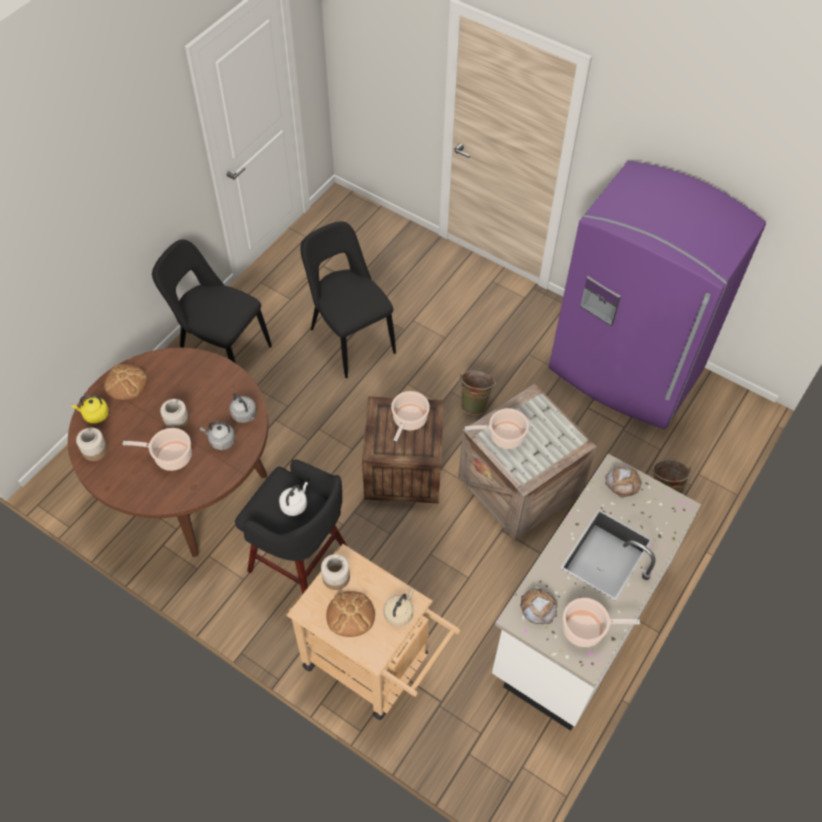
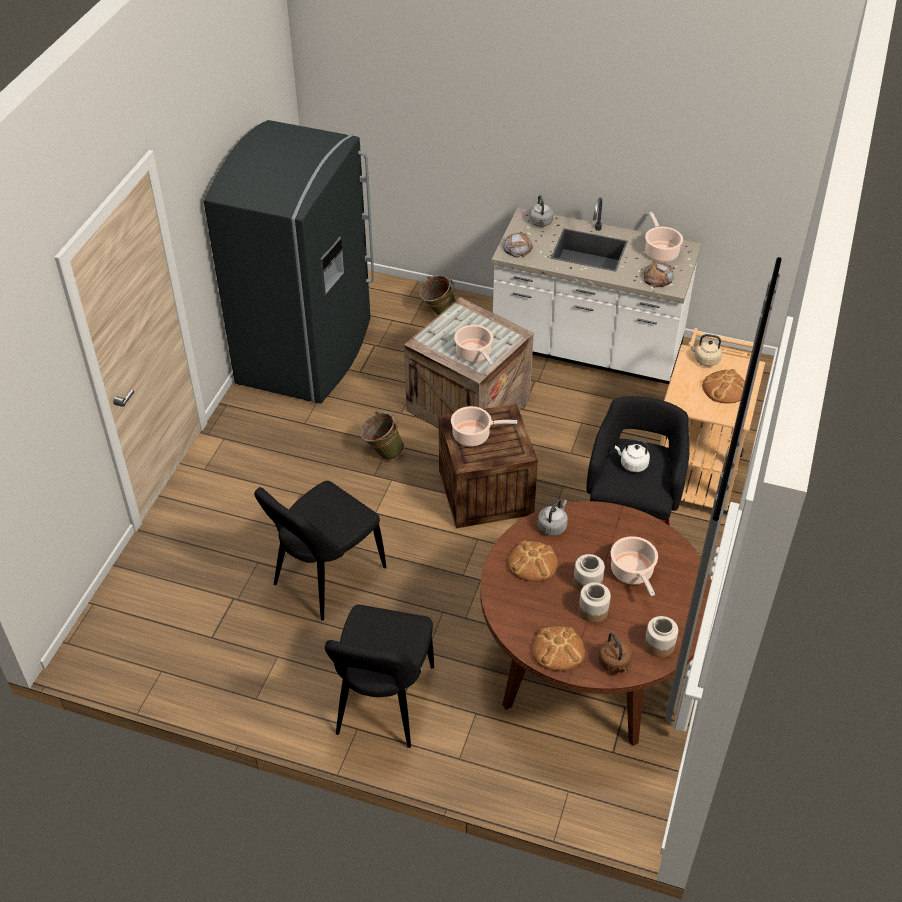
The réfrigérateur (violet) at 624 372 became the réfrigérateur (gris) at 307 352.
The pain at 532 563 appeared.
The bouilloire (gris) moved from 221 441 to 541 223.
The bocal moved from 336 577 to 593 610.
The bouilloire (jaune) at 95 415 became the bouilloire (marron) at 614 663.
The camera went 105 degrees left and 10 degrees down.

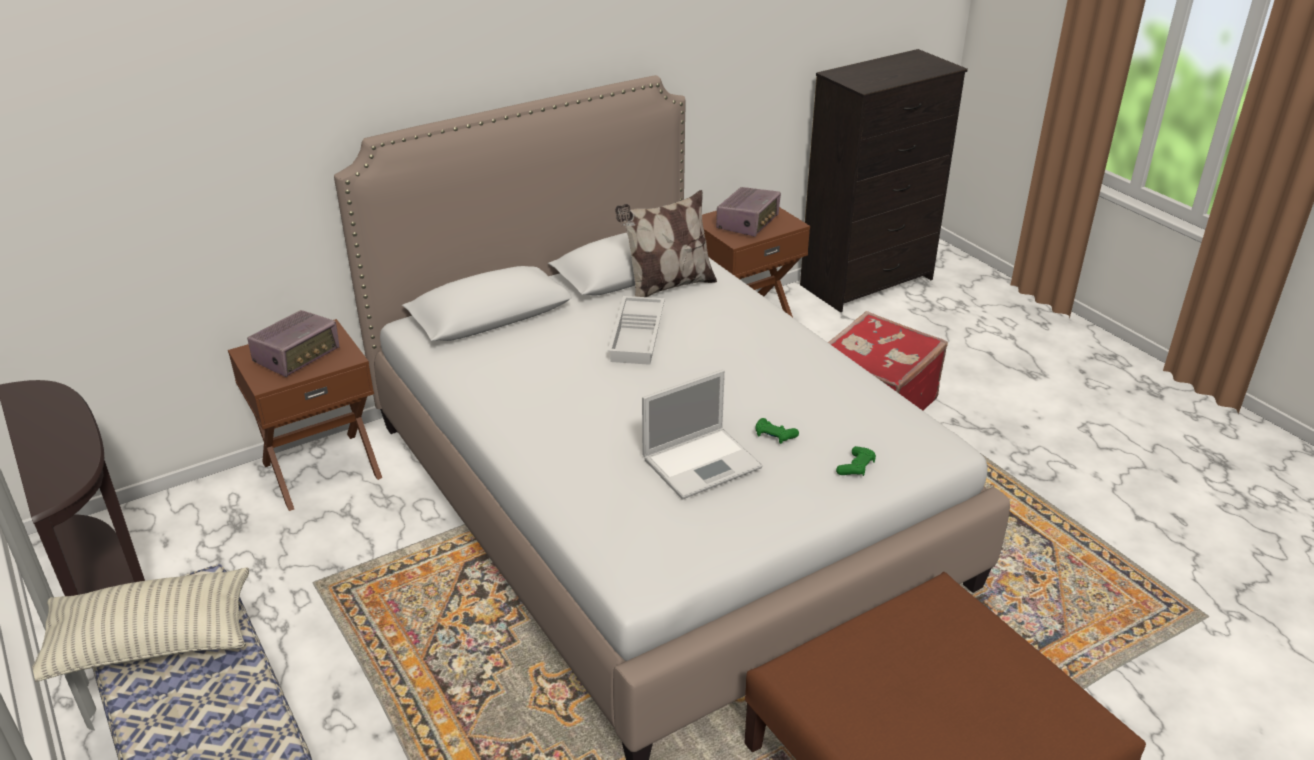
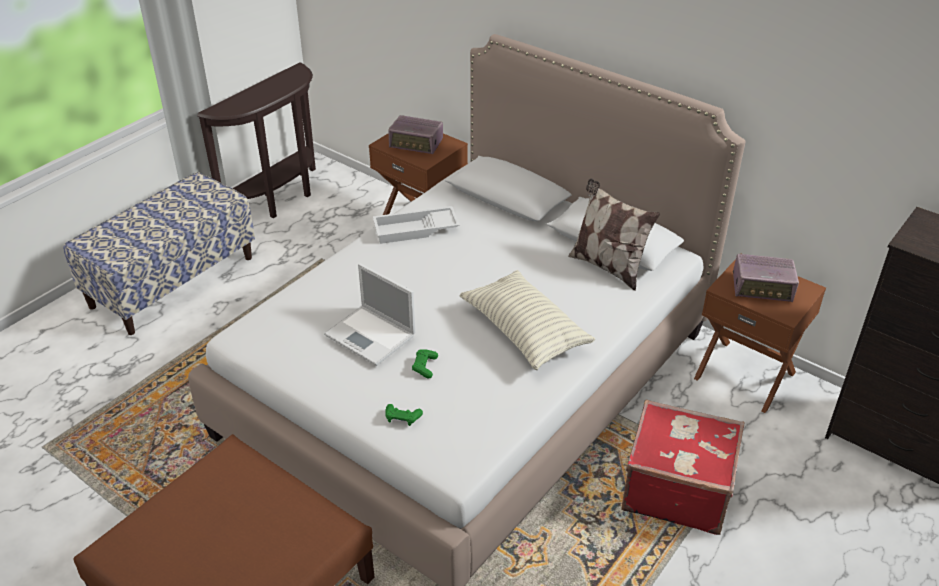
The plateau (blanc) moved from 638 336 to 415 230.
The coussin moved from 151 643 to 525 332.
The camera went 70 degrees right and 5 degrees up.

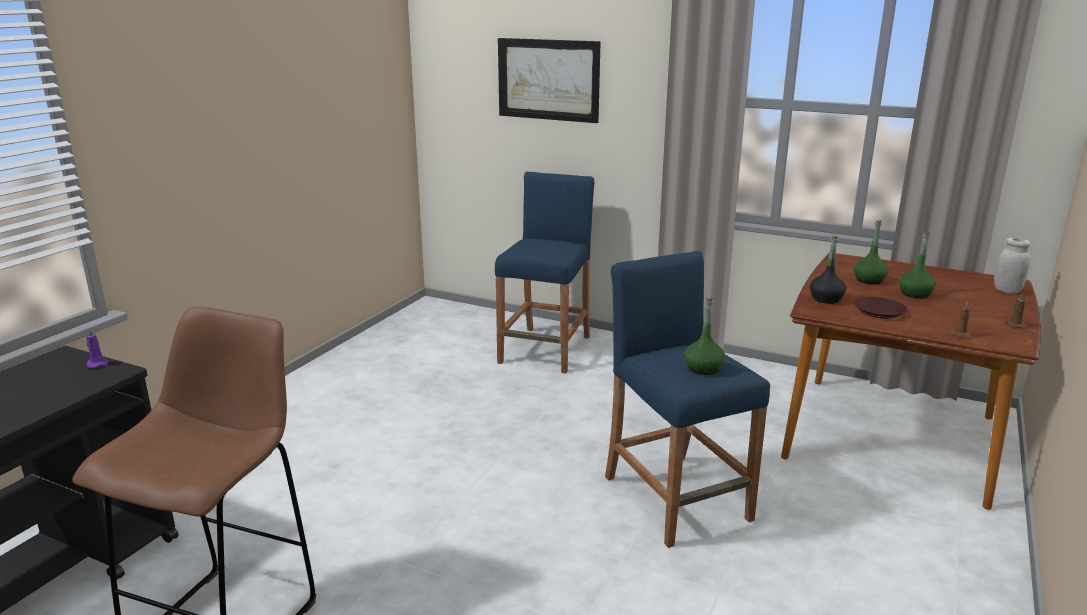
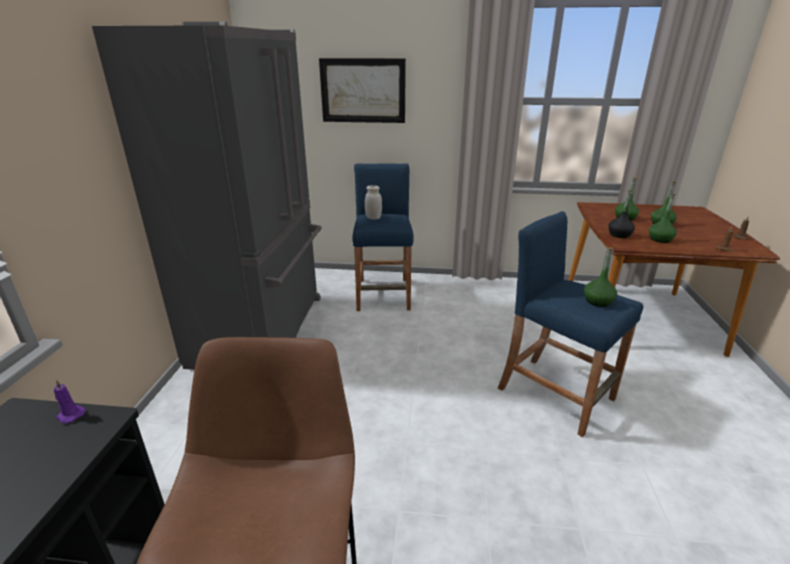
The réfrigérateur (gris) at 263 329 appeared.
The bocal (blanc) moved from 1007 290 to 373 218.
The assiette (marron) at 879 311 was replaced by the bouteille (vert) at 660 239.
The camera went 20 degrees left and 5 degrees up.

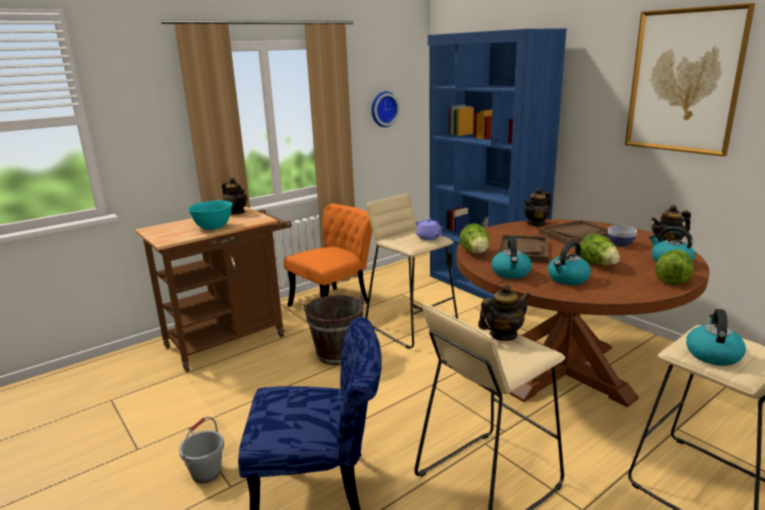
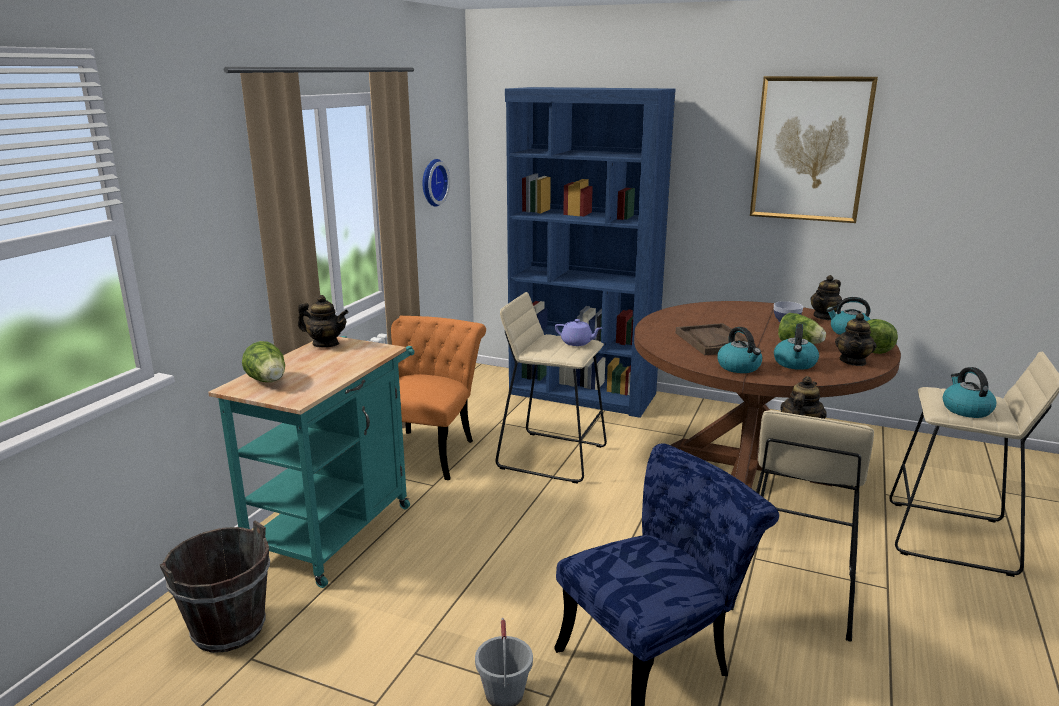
The seau (marron) moved from 337 354 to 229 629.
The chariot (marron) at 232 339 became the chariot (turquoise) at 338 528.
The laitue moved from 475 253 to 268 381.
The théière moved from 536 223 to 853 361.
The bol (turquoise) at 214 227 disappeared.
The plateau (marron) at 575 234 disappeared.
The camera went 30 degrees left and 0 degrees up.

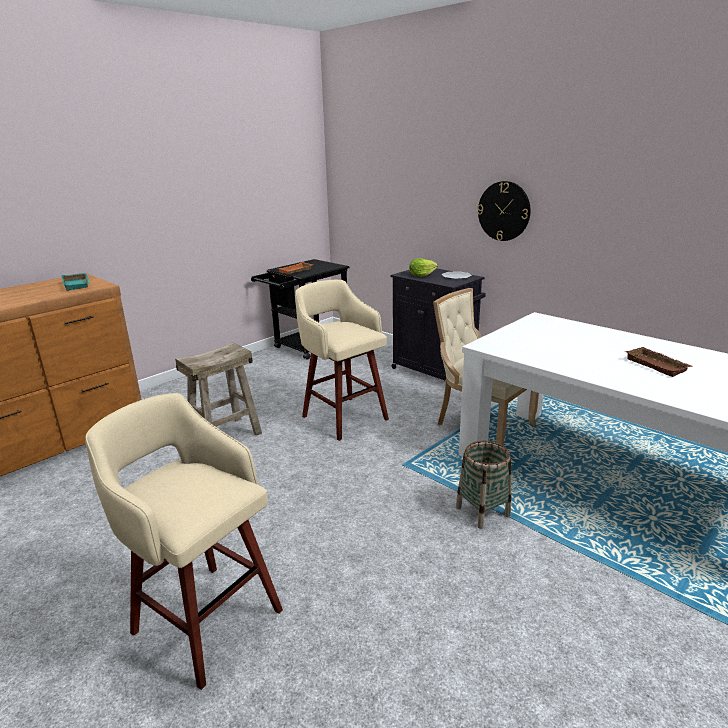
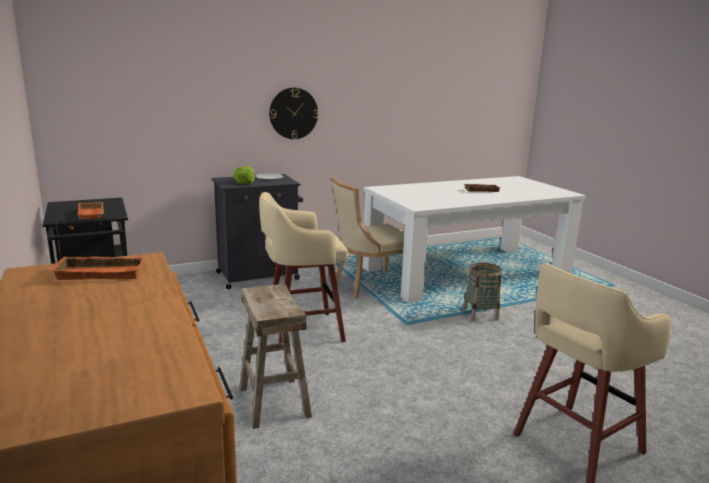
The plateau (turquoise) at 78 284 became the plateau (orange) at 102 272.
The camera went 70 degrees left and 5 degrees down.

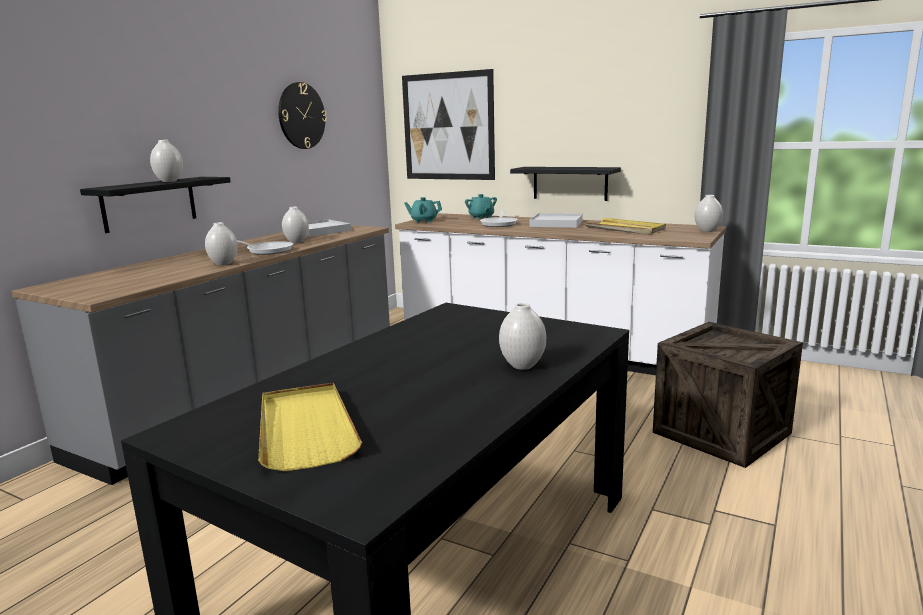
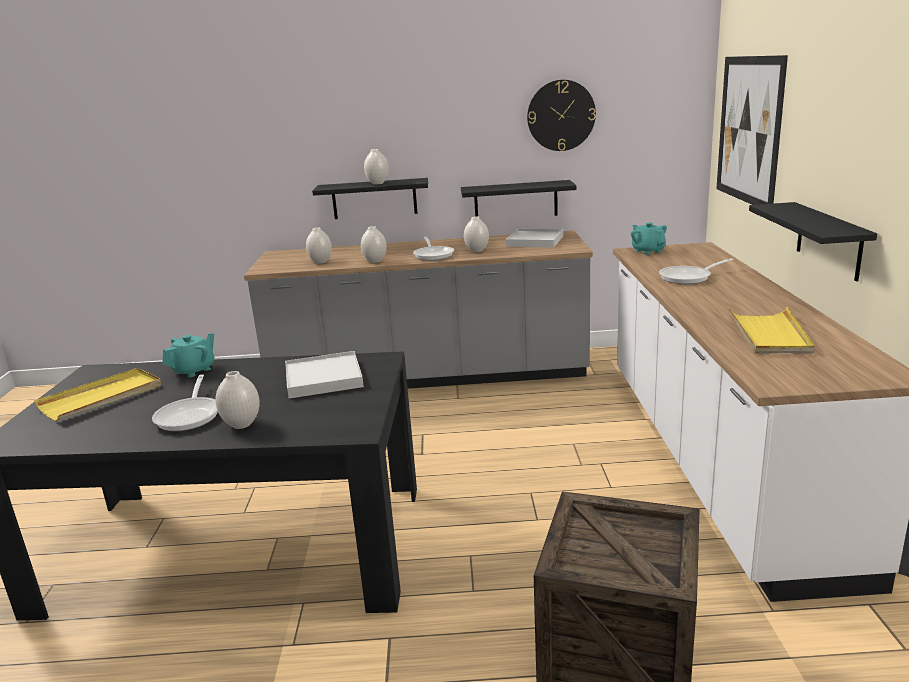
The poêle at 190 415 appeared.
The théière (turquoise) moved from 481 217 to 194 370.
The plateau (blanc) moved from 556 223 to 324 378.
The vase (blanc) moved from 706 231 to 321 262.
The étagère (noir) at 515 200 appeared.
The camera went 60 degrees right and 5 degrees up.

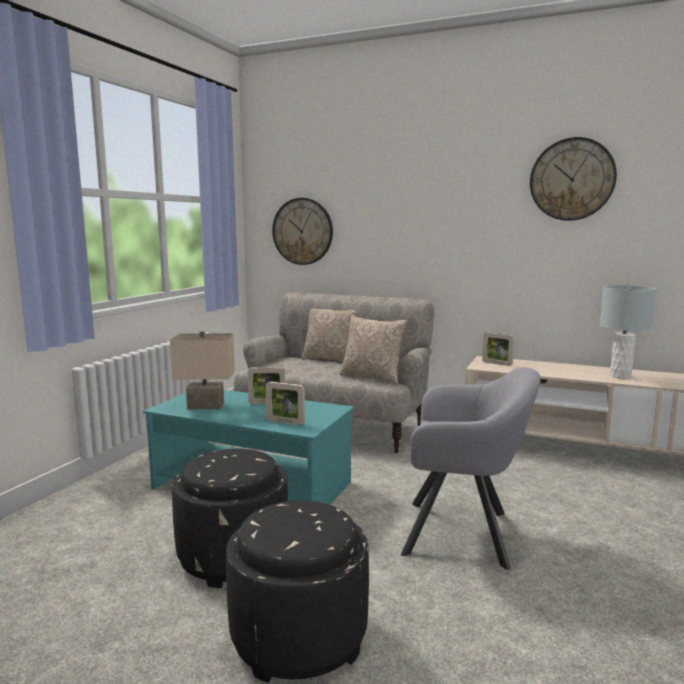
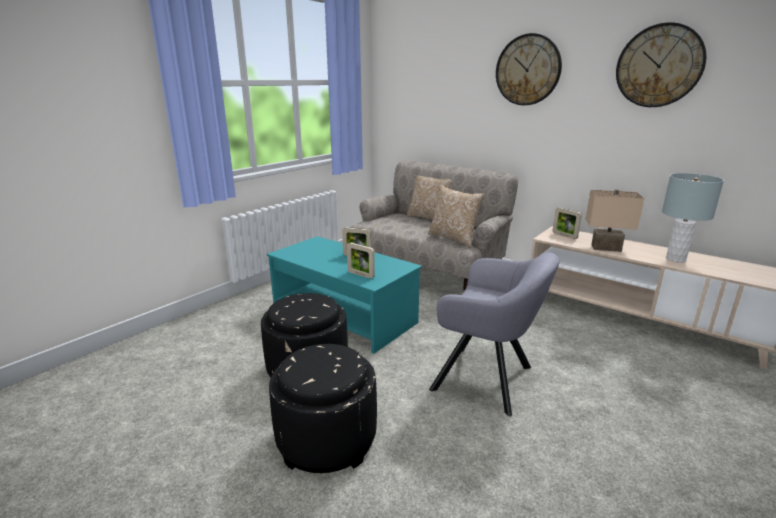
The horloge murale moved from 302 231 to 528 70.
The lampe de table (beige) moved from 205 406 to 605 248.
The camera went 15 degrees right and 10 degrees up.

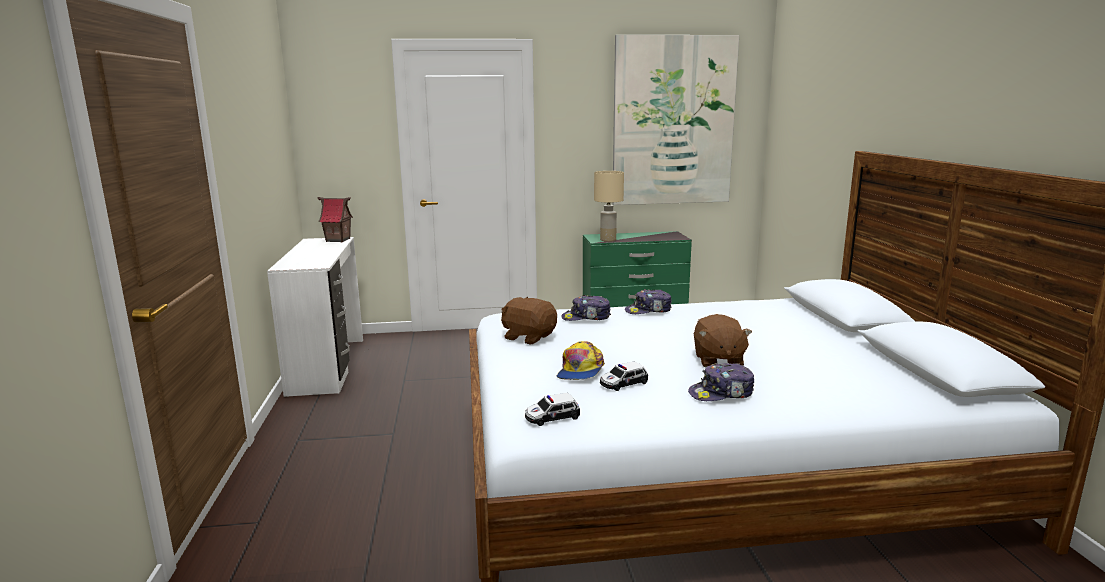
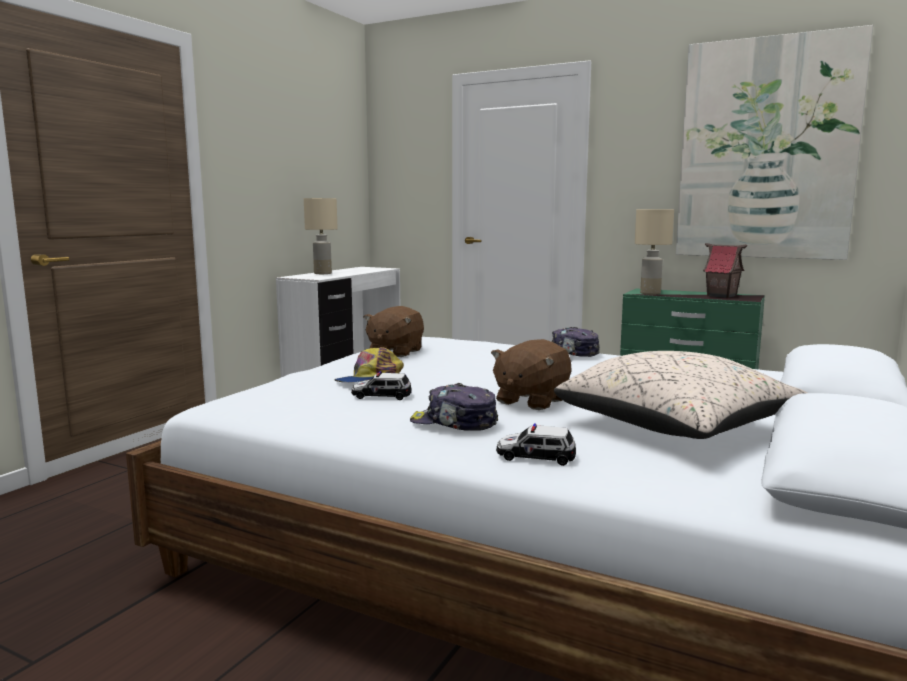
The lampe de table (beige) at 322 273 appeared.
The peluche (marron) at 529 337 turned 135 degrees counterclockwise.
The petite voiture moved from 552 417 to 535 456.
The coussin (beige) at 676 428 appeared.
The maison miniature moved from 338 240 to 721 296.
The casquette at 586 317 disappeared.
The camera went 35 degrees right and 5 degrees down.

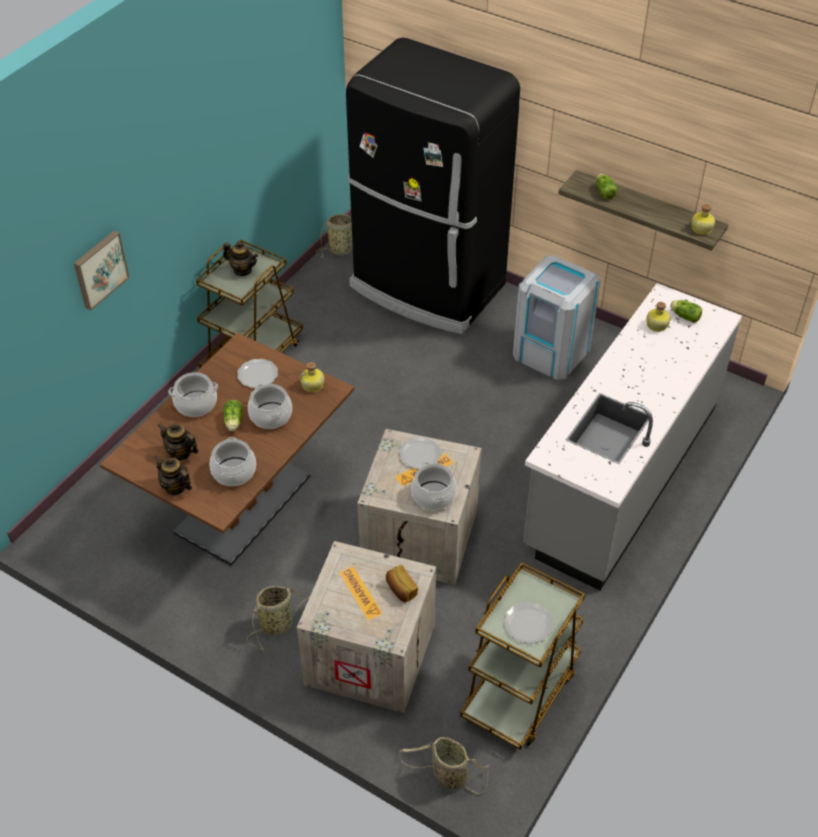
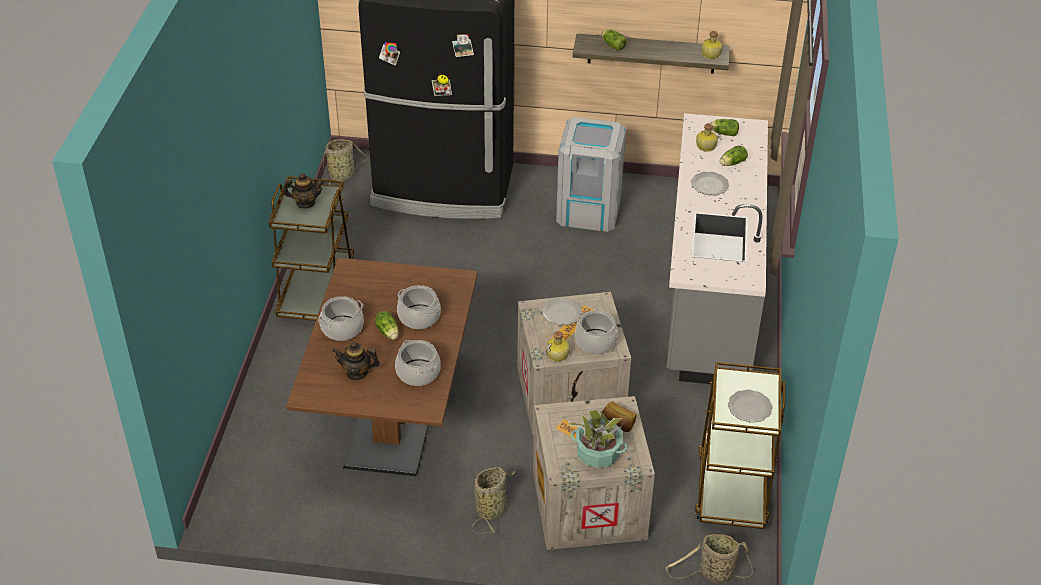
The bouteille moved from 313 385 to 558 355.
The plante en pot at 598 454 appeared.
The assiette moved from 258 375 to 710 185.
The laitue at 731 163 appeared.
The tableau at 99 269 disappeared.
The théière at 175 487 disappeared.
The camera went 25 degrees left and 5 degrees down.

